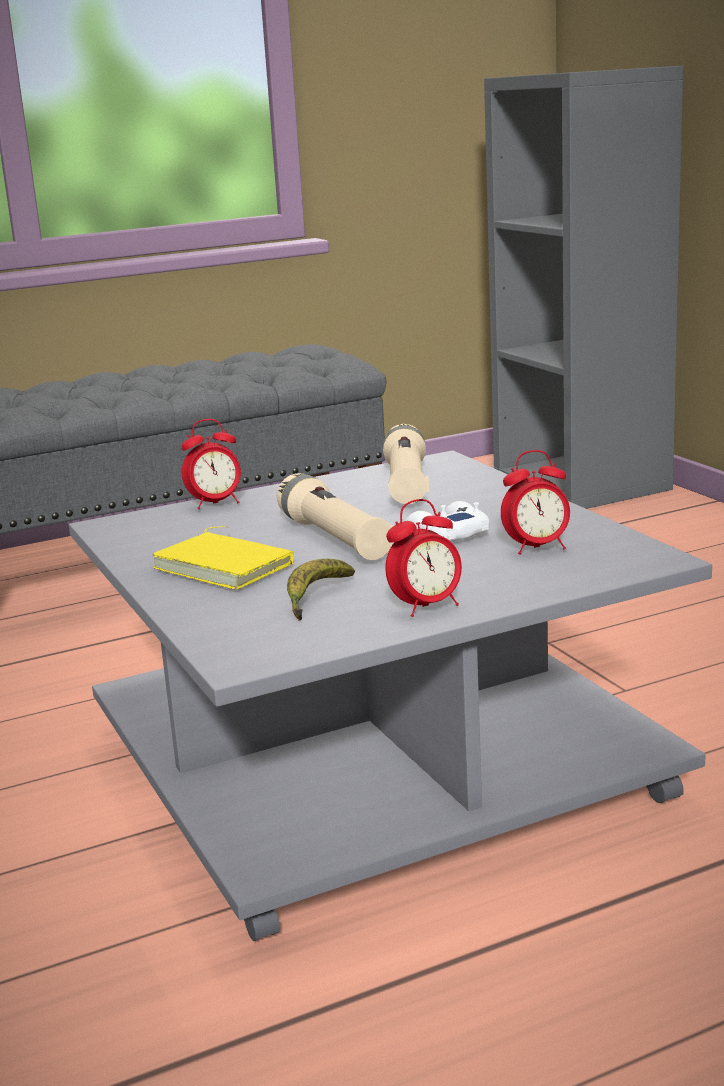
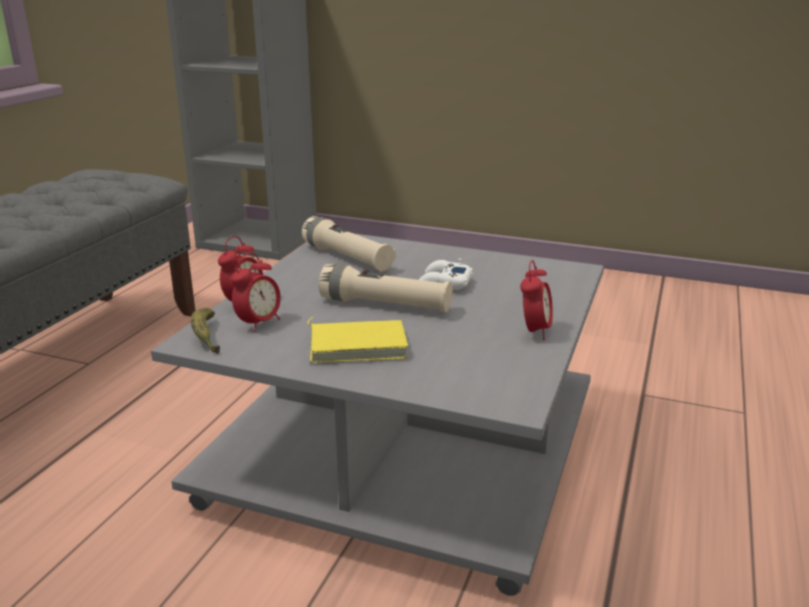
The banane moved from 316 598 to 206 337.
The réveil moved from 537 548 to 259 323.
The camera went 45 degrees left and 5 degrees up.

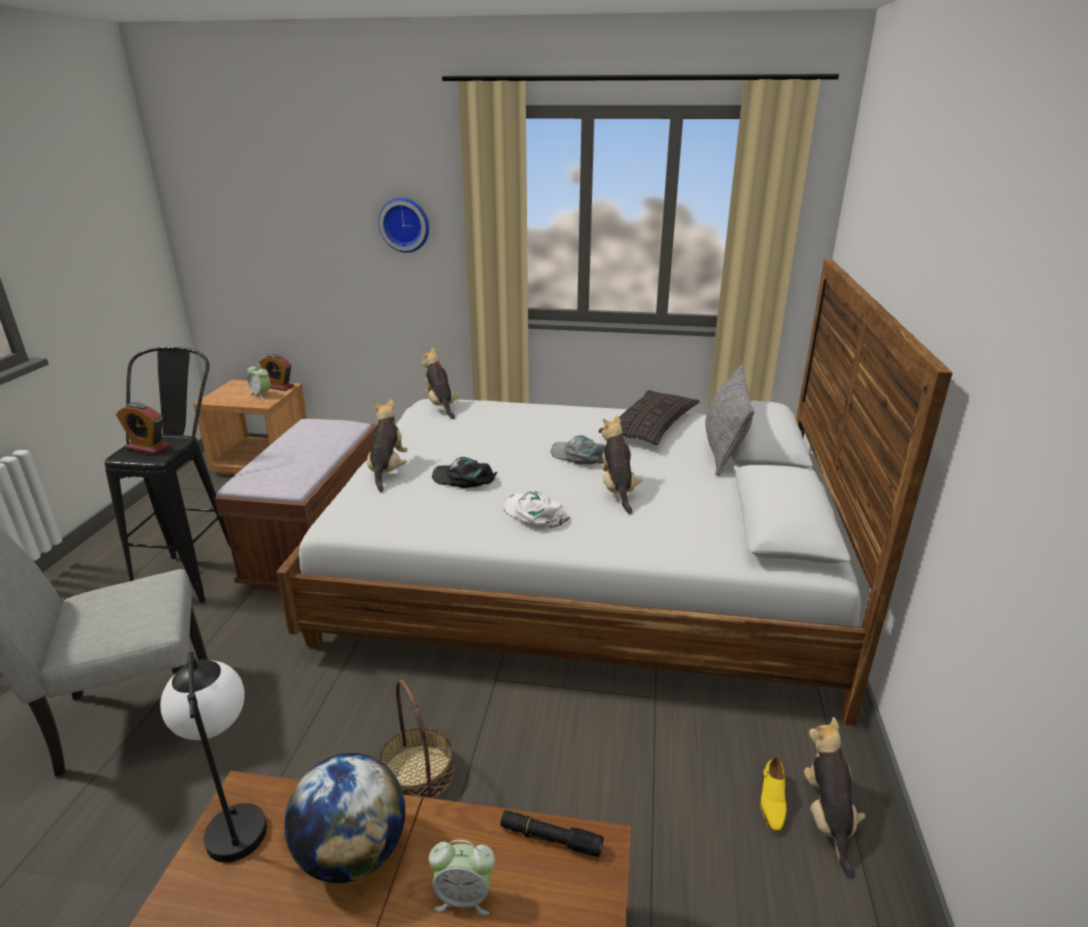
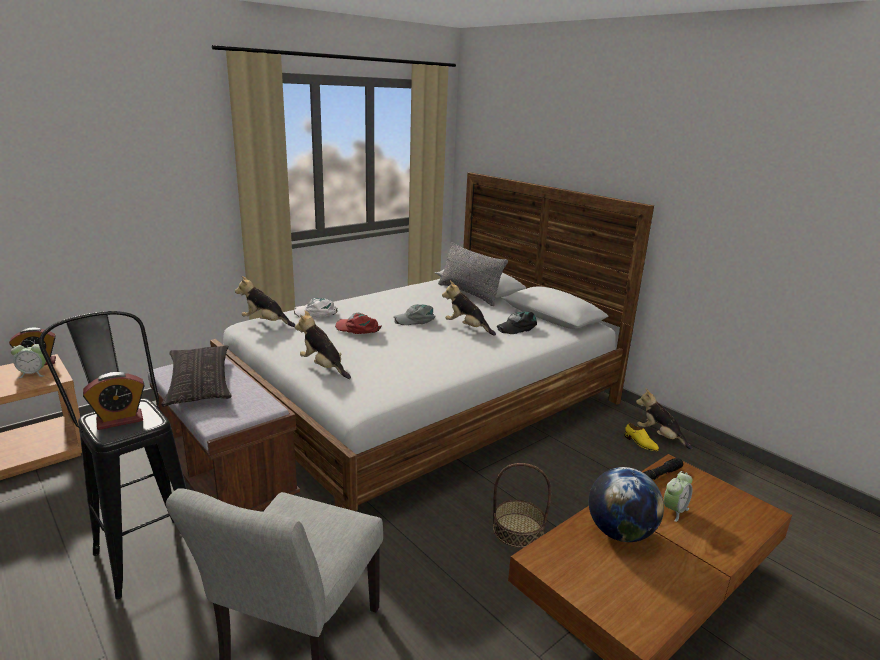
The coussin moved from 651 425 to 199 382.
The casquette (blanc) moved from 534 514 to 316 313.
The casquette (rouge) at 357 328 appeared.
The casquette (noir) moved from 464 478 to 517 327.
The lampe de table at 234 816 disappeared.
The horloge murale at 405 224 disappeared.
The camera went 50 degrees left and 5 degrees down.

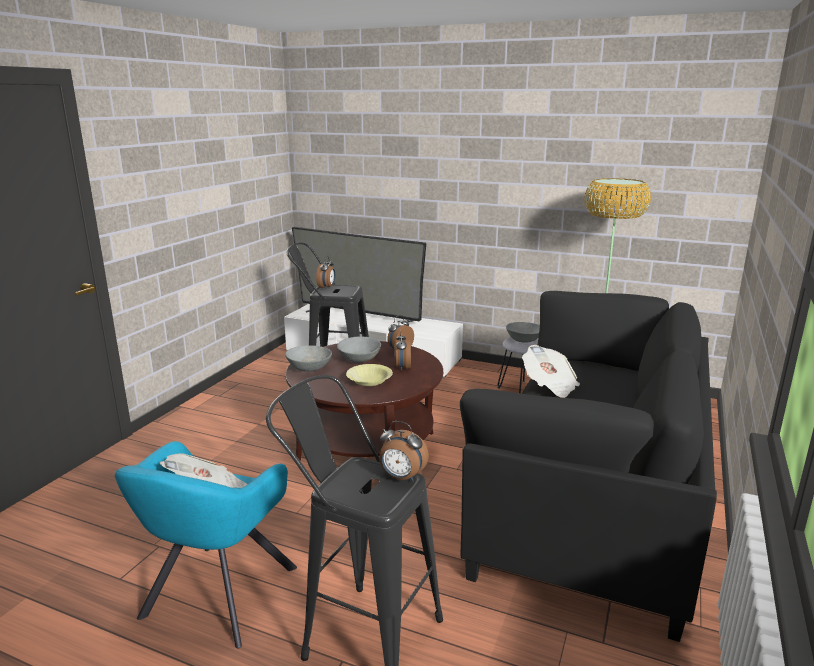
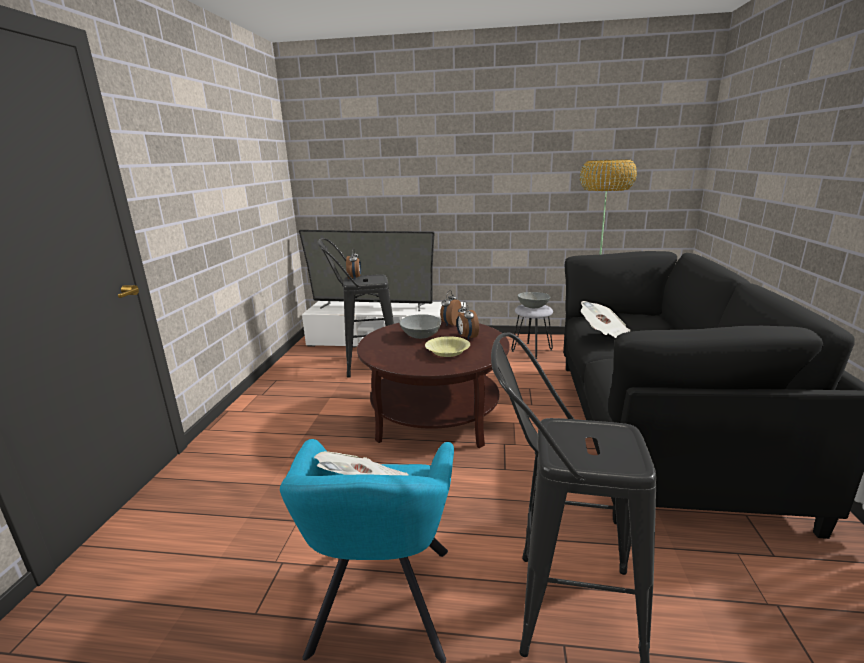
The bol (gris) at 309 368 disappeared.
The réveil at 401 477 disappeared.
The camera went 15 degrees left and 0 degrees up.

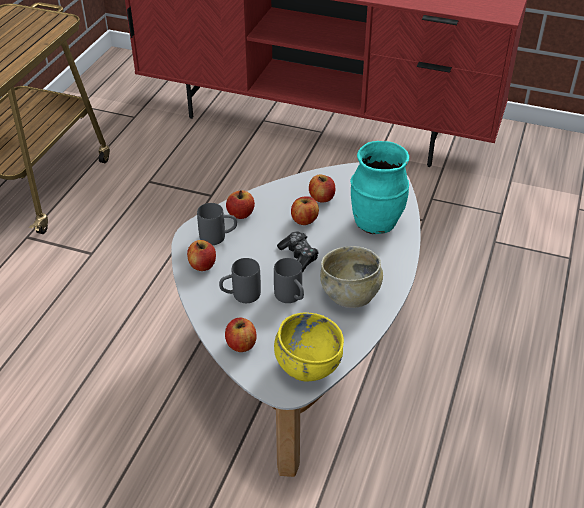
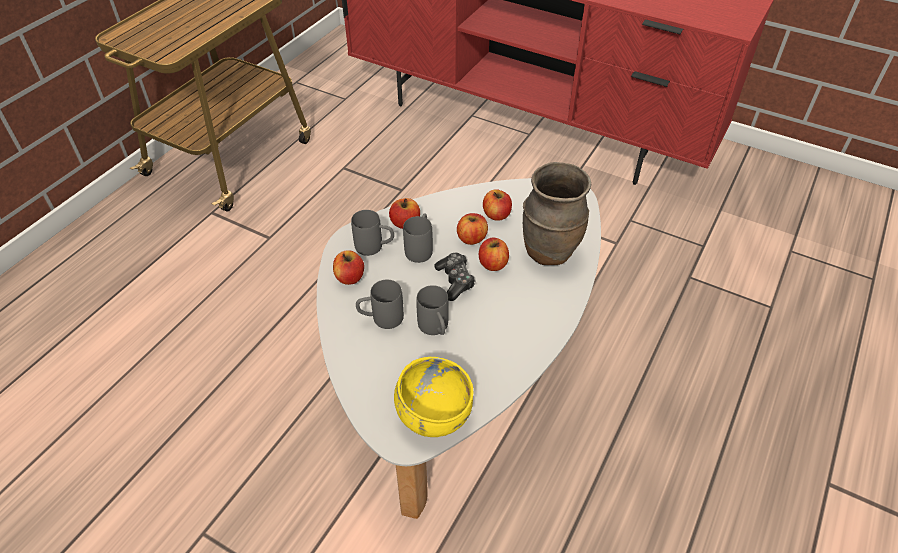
The mug (gris) at 420 248 appeared.
The pomme moved from 241 344 to 493 264.
The vase (turquoise) at 376 223 became the vase (marron) at 549 251.
The bol (beige) at 350 294 disappeared.
The camera went 10 degrees right and 5 degrees up.

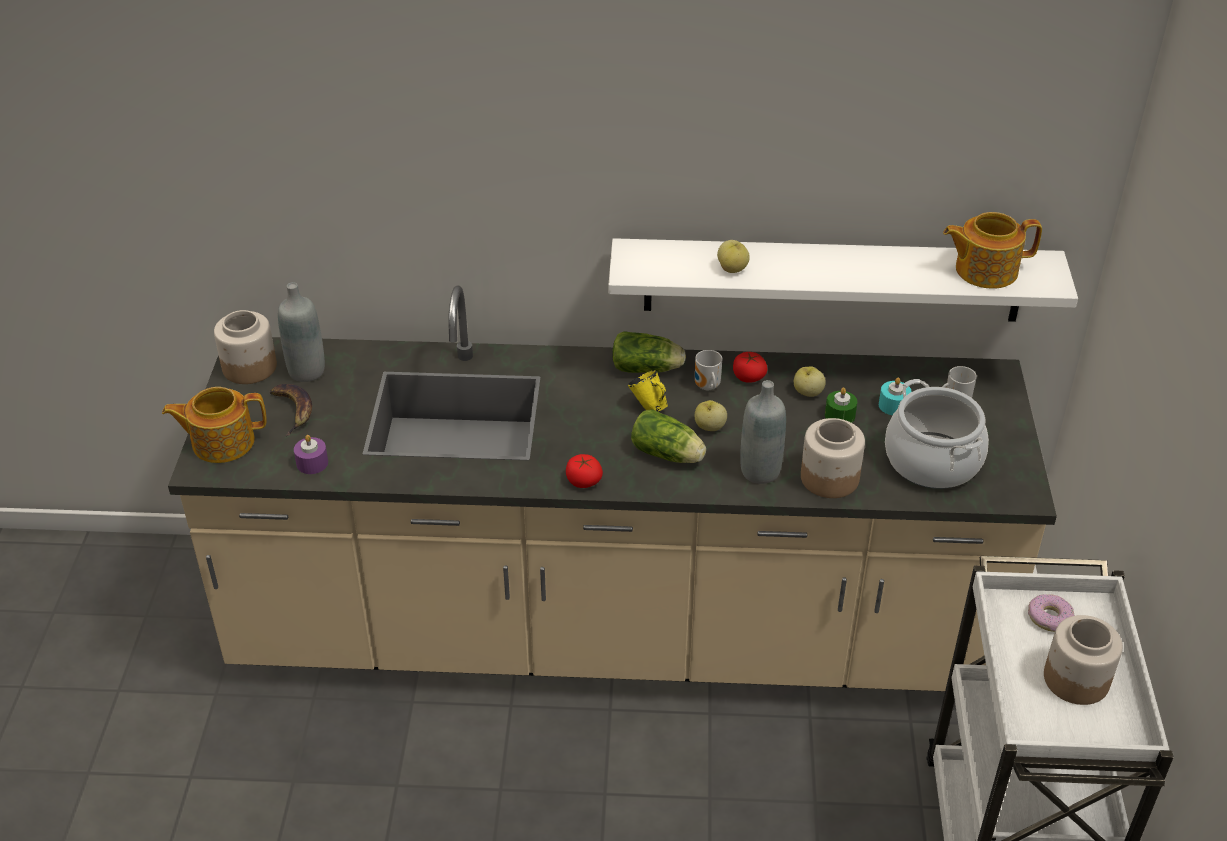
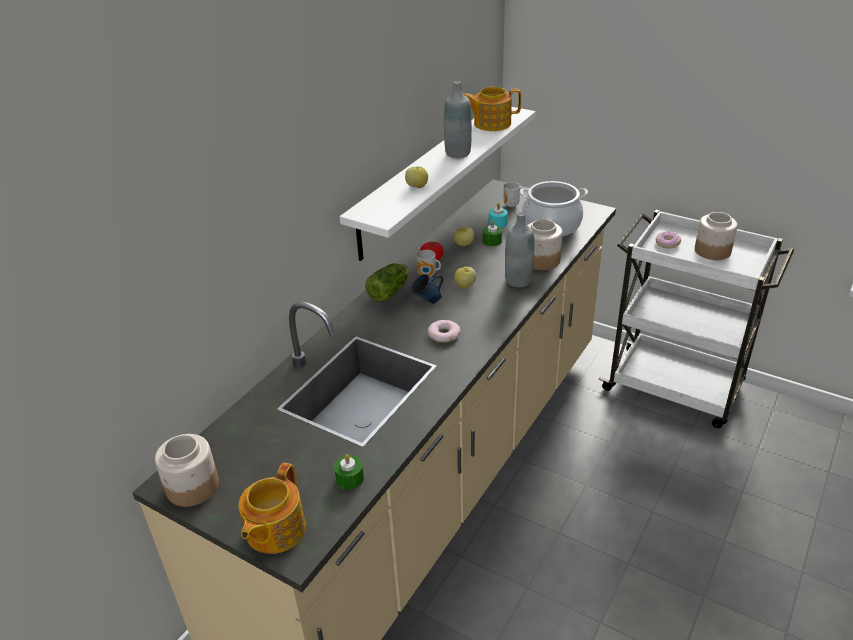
The bougie (violet) at 312 463 became the bougie (vert) at 349 478.
The mug (jaune) at 649 408 became the mug (bleu) at 428 302.
The beignet at 444 334 appeared.
The bouteille (gris) moved from 307 371 to 458 153.
The théière at 984 270 turned 60 degrees clockwise.
The banane at 293 410 disappeared.
The tomate at 583 481 disappeared.
The laitue at 669 455 disappeared.
The camera went 60 degrees left and 5 degrees down.

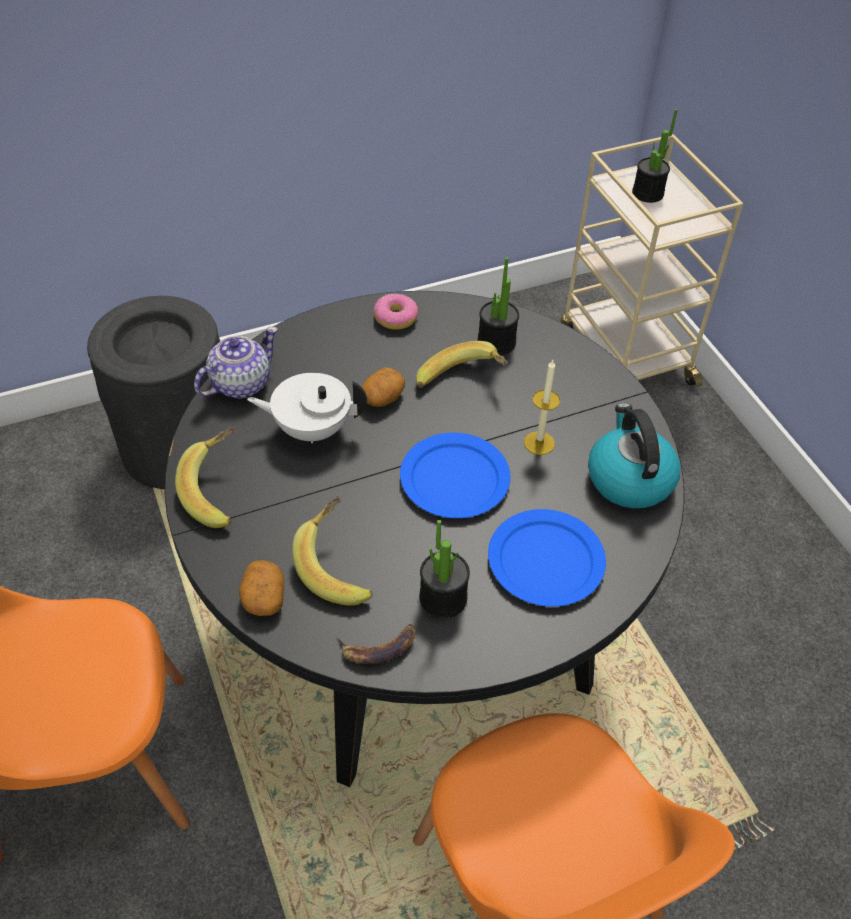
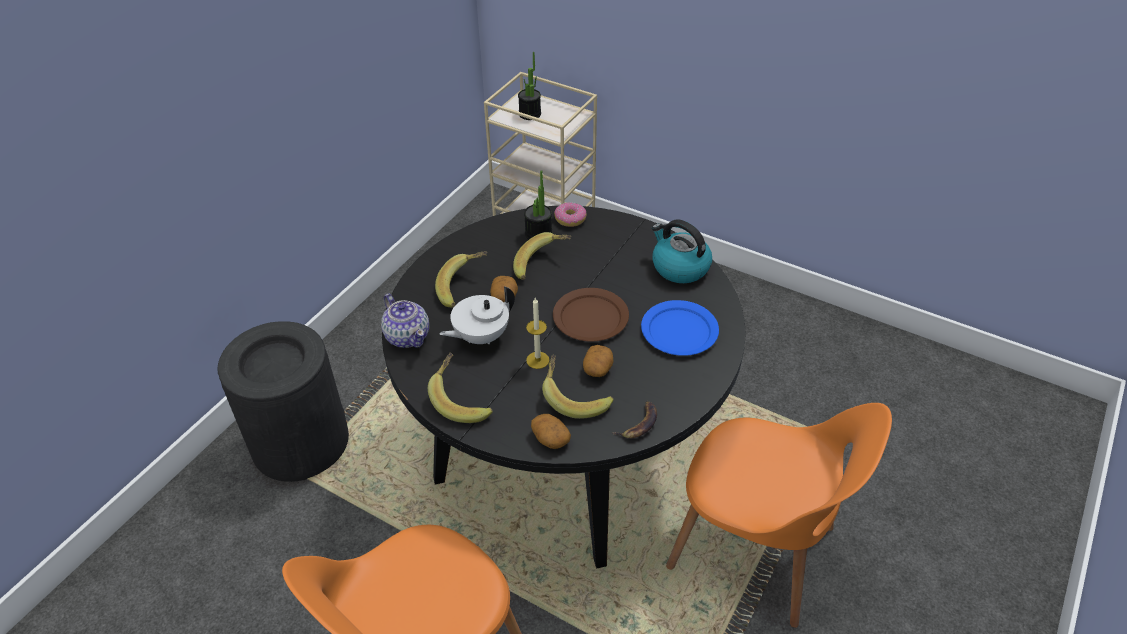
The théière at 240 384 turned 135 degrees clockwise.
The banane at 464 288 appeared.
The bougie moved from 539 443 to 537 360.
The assiette (bleu) at 455 479 became the assiette (marron) at 591 318.
The beignet moved from 396 318 to 570 219.
The pomme de terre at 598 369 appeared.
The plante en pot at 443 598 disappeared.
The camera went 35 degrees left and 5 degrees down.

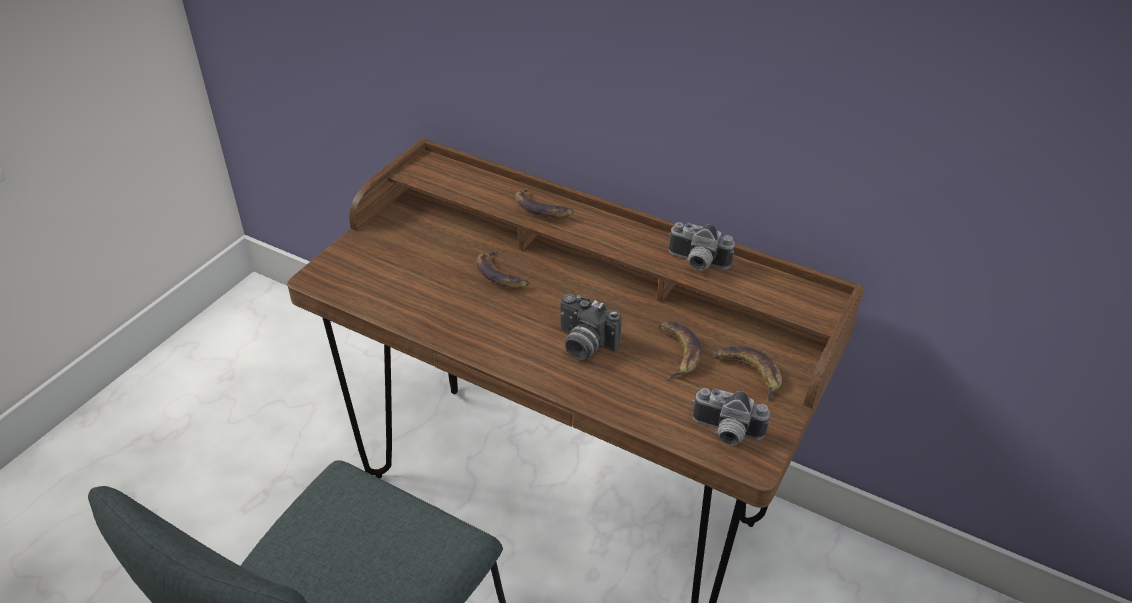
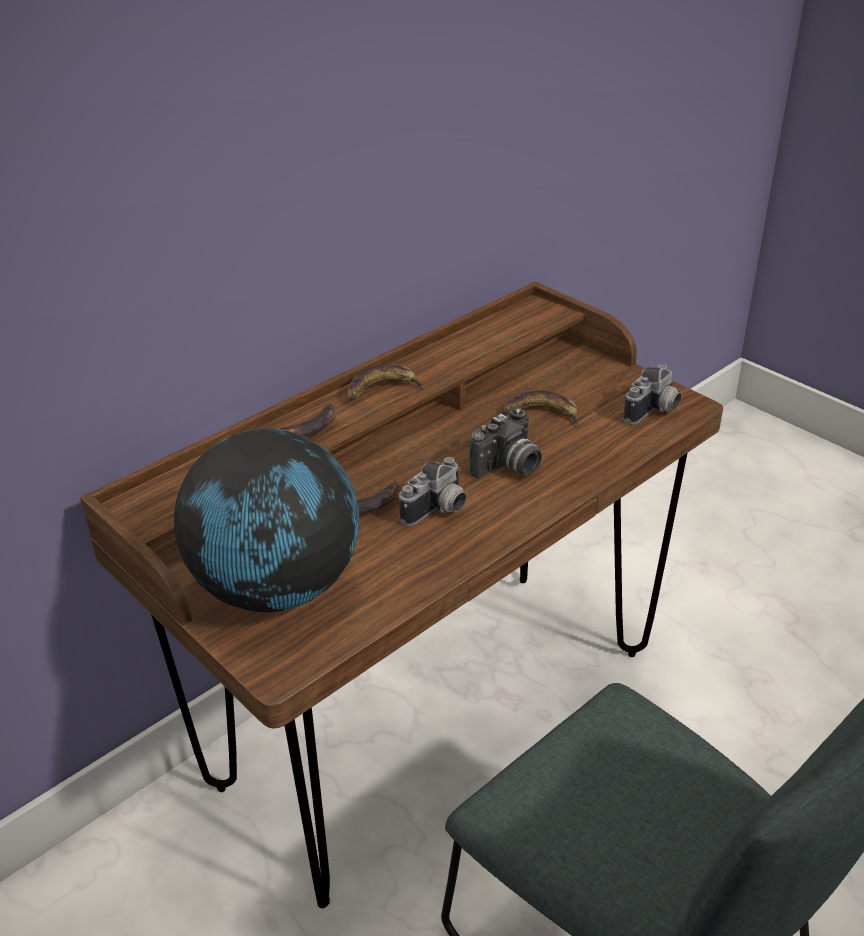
The globe at 279 587 appeared.
The banane moved from 748 373 to 382 389.
The appareil photo moved from 696 263 to 438 510.
The camera went 70 degrees left and 5 degrees down.

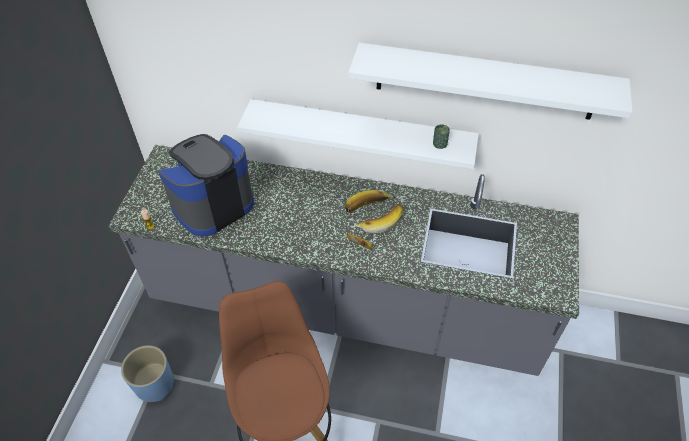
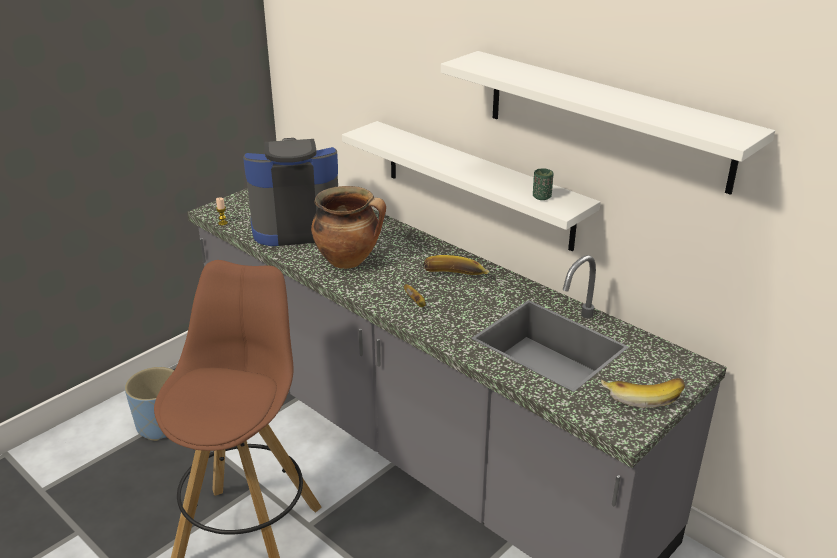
The marmite at 349 261 appeared.
The banane moved from 379 221 to 642 395.
The camera went 30 degrees right and 20 degrees down.

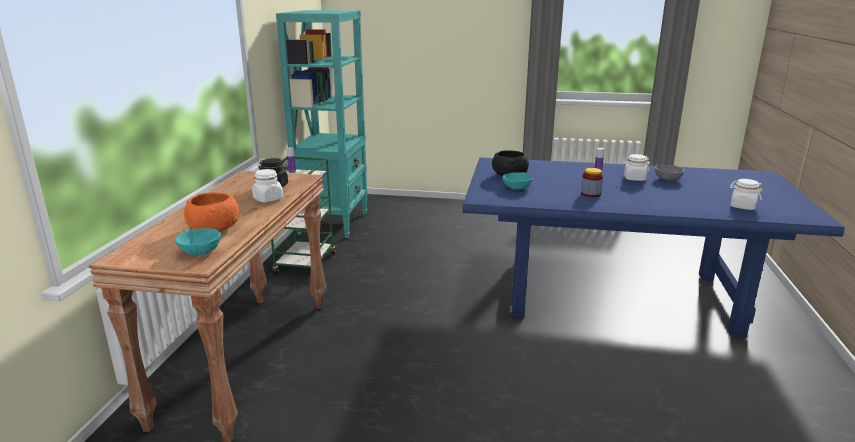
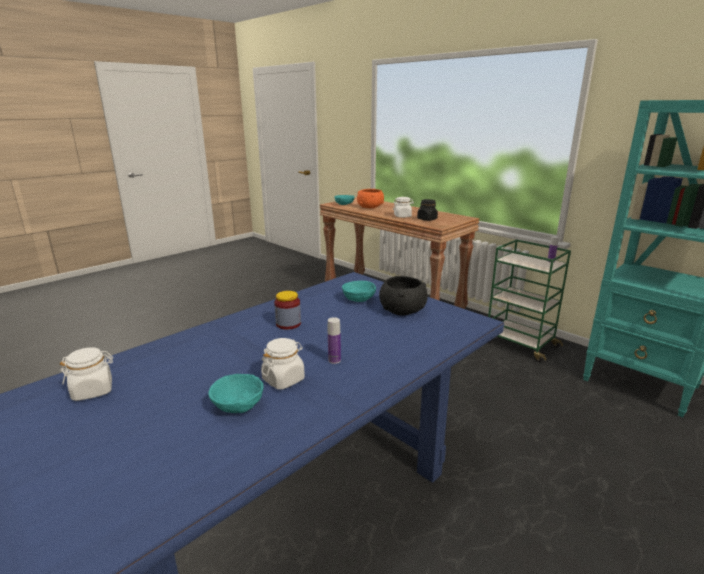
The bol (gris) at 667 179 became the bol (turquoise) at 238 406.
The camera went 125 degrees right and 0 degrees up.

